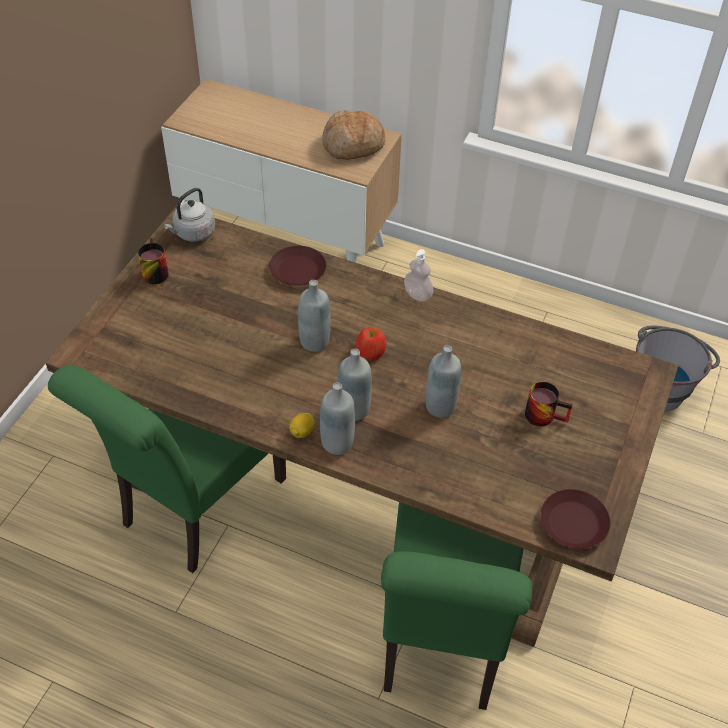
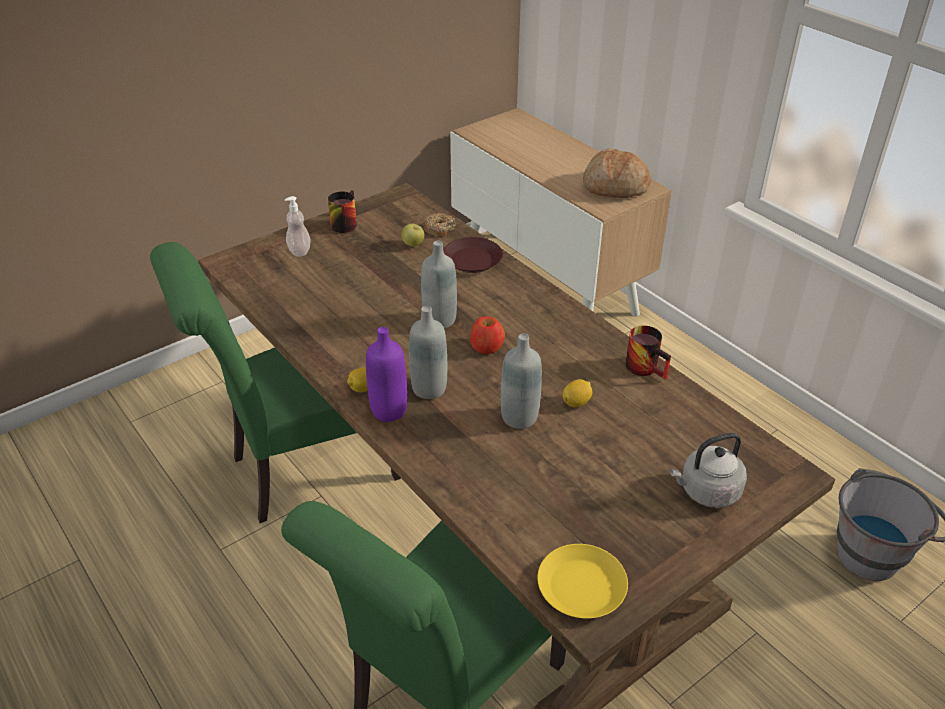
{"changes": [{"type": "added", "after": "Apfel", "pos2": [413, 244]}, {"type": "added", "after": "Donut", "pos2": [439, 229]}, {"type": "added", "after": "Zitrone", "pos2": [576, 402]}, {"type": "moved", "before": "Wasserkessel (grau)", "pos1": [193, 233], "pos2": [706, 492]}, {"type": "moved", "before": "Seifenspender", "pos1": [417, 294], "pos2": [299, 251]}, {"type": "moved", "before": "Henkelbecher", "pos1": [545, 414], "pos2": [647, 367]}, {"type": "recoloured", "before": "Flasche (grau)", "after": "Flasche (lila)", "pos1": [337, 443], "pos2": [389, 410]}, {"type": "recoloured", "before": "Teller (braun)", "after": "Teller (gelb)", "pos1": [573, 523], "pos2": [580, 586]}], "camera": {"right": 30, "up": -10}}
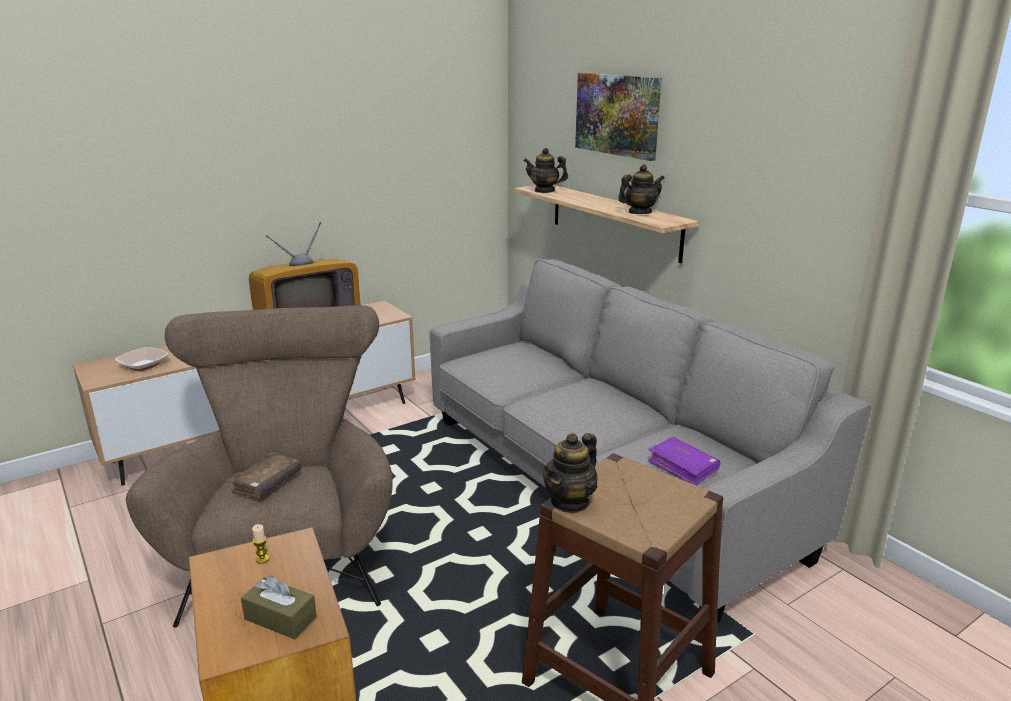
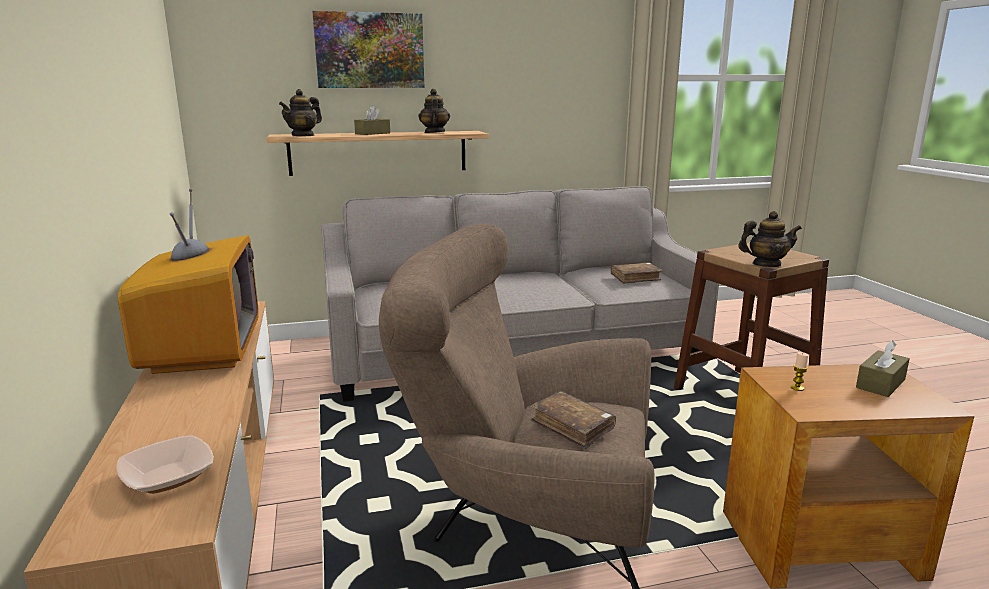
{"changes": [{"type": "added", "after": "Taschentuchbox (braun)", "pos2": [372, 133]}, {"type": "recoloured", "before": "Buch (lila)", "after": "Buch (braun)", "pos1": [683, 468], "pos2": [635, 278]}, {"type": "turned", "before": "Teekanne", "pos1": [570, 501], "pos2": [766, 265], "turn": -60}], "camera": {"right": -70, "up": -5}}
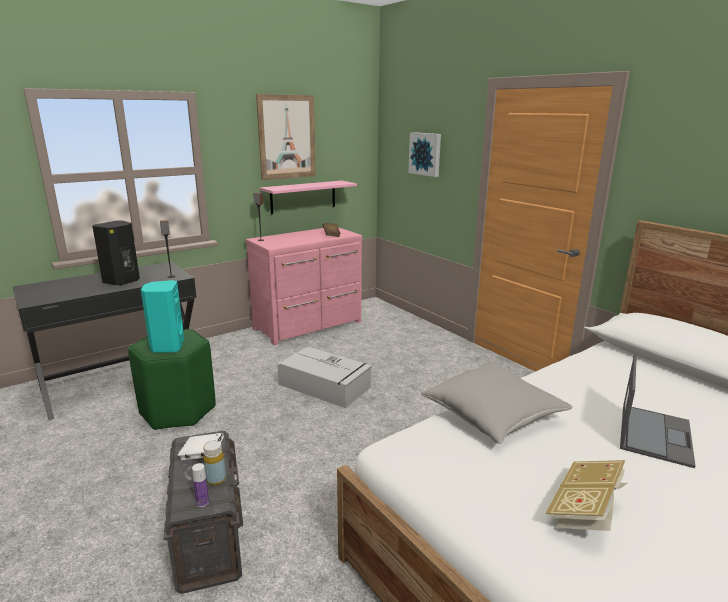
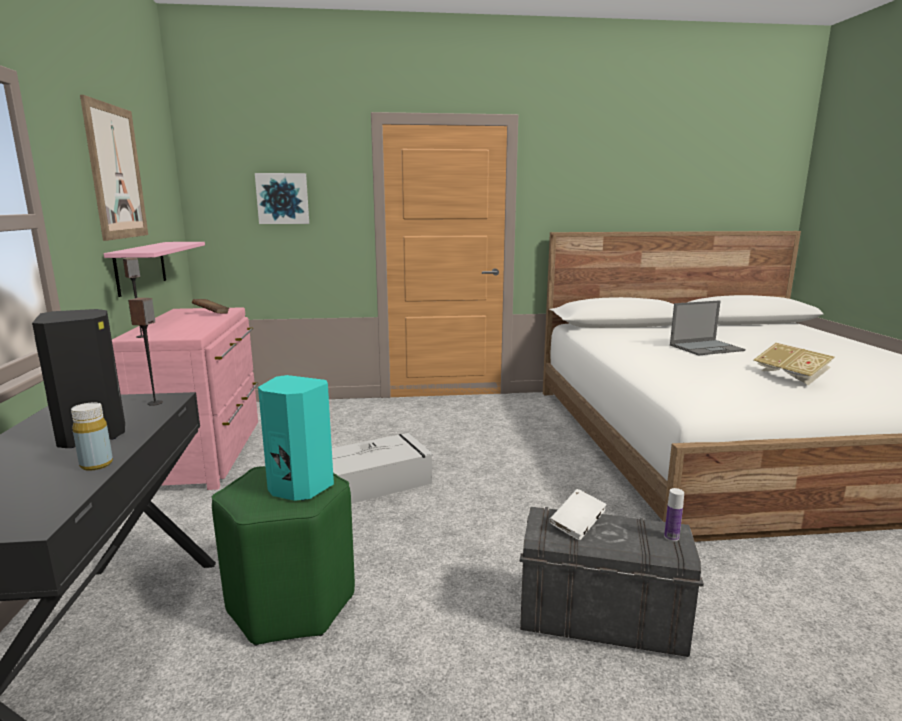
{"changes": [{"type": "removed", "before": "Kissen (grau)", "pos1": [493, 415]}, {"type": "moved", "before": "Flasche (gelb)", "pos1": [216, 479], "pos2": [96, 465]}, {"type": "turned", "before": "Laptop", "pos1": [654, 434], "pos2": [707, 348], "turn": 105}], "camera": {"right": -60, "up": -5}}
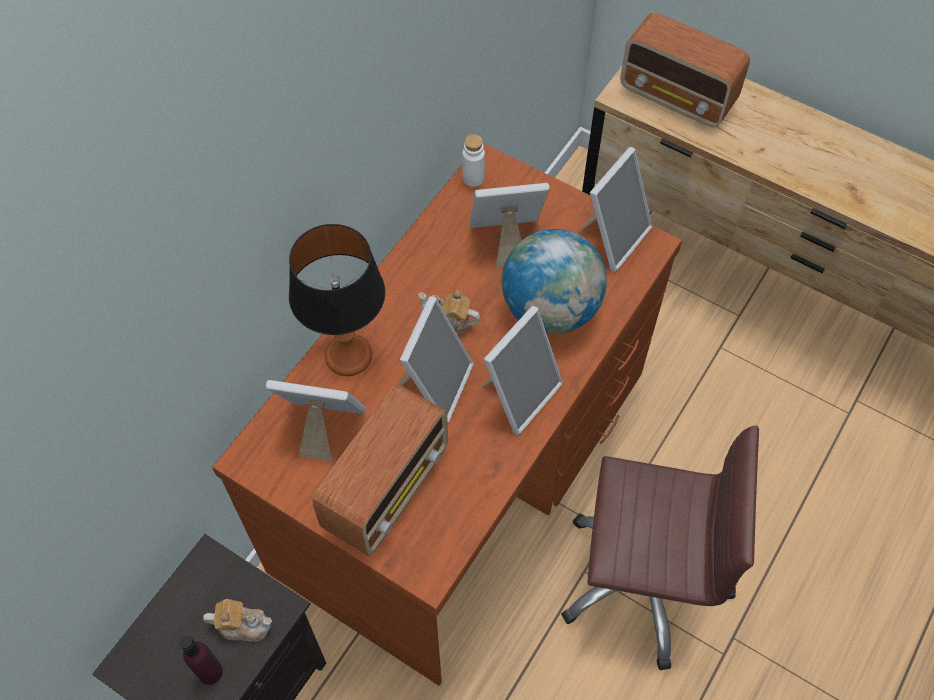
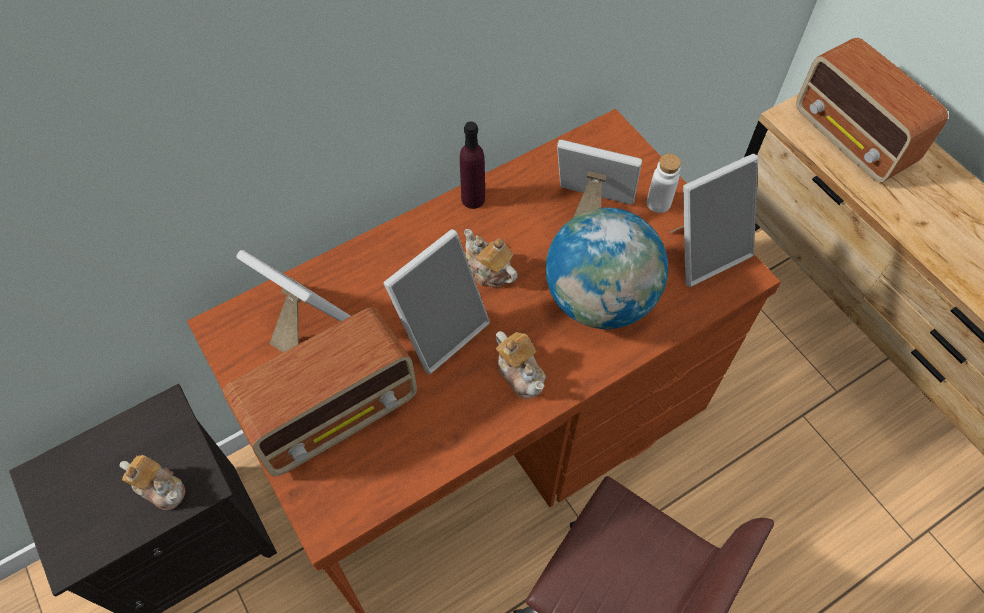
{"changes": [{"type": "removed", "before": "Tischlampe", "pos1": [349, 356]}, {"type": "moved", "before": "Flasche (lila)", "pos1": [210, 672], "pos2": [473, 199]}, {"type": "moved", "before": "Flasche (weiß)", "pos1": [473, 178], "pos2": [658, 203]}, {"type": "replaced", "before": "Bilderrahmen", "after": "Teekanne", "pos1": [518, 393], "pos2": [520, 373]}], "camera": {"right": 25, "up": 0}}
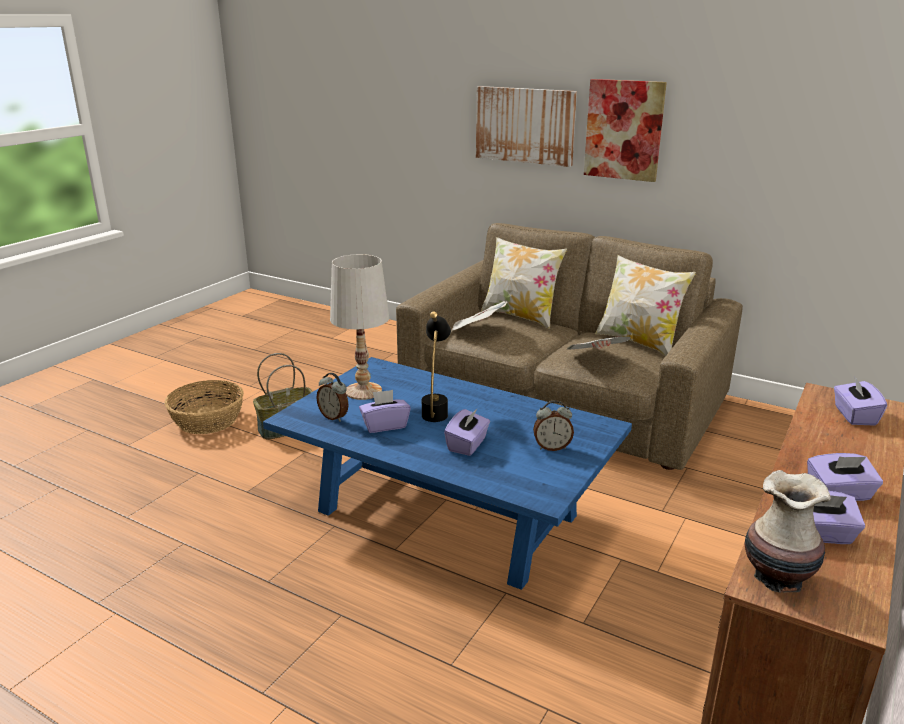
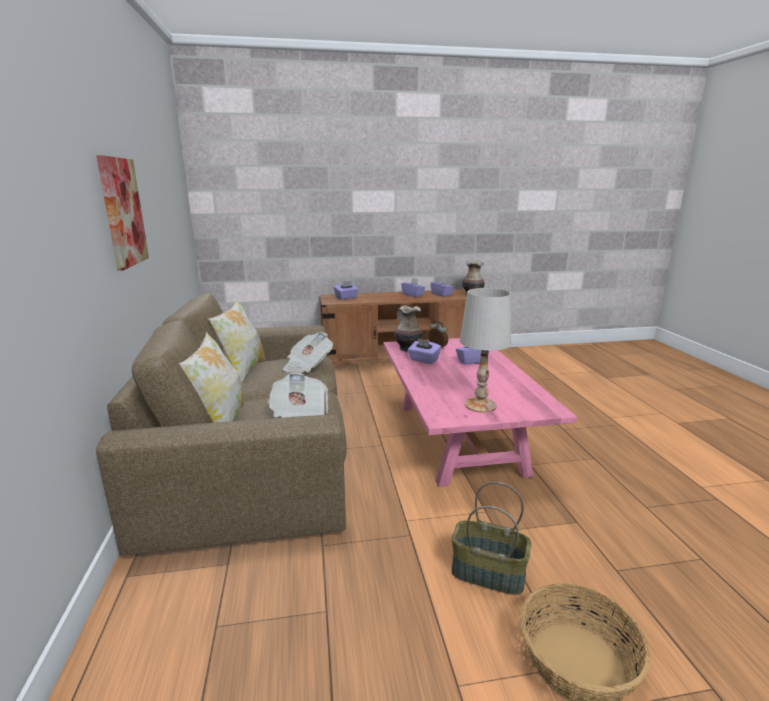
{"changes": [{"type": "removed", "before": "Wecker", "pos1": [334, 417]}, {"type": "removed", "before": "Tischlampe (schwarz)", "pos1": [436, 409]}, {"type": "removed", "before": "Bild", "pos1": [525, 125]}, {"type": "added", "after": "Vase", "pos2": [407, 348]}, {"type": "moved", "before": "Taschentuchbox (lila)", "pos1": [385, 425], "pos2": [423, 360]}, {"type": "recoloured", "before": "Couchtisch (blau)", "after": "Couchtisch (rosa)", "pos1": [447, 513], "pos2": [458, 437]}], "camera": {"right": -130, "up": -5}}
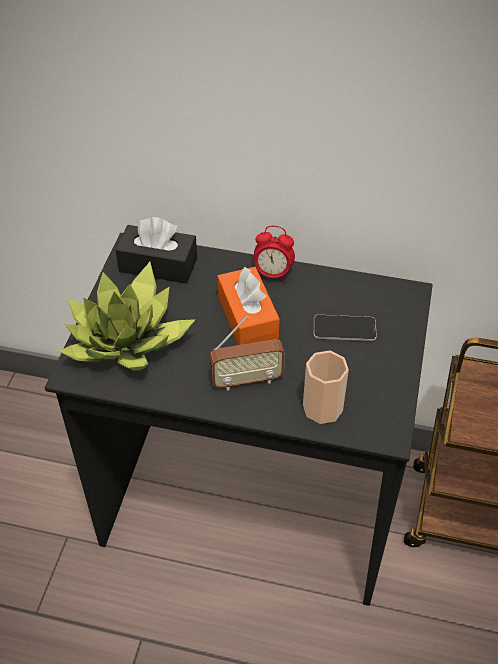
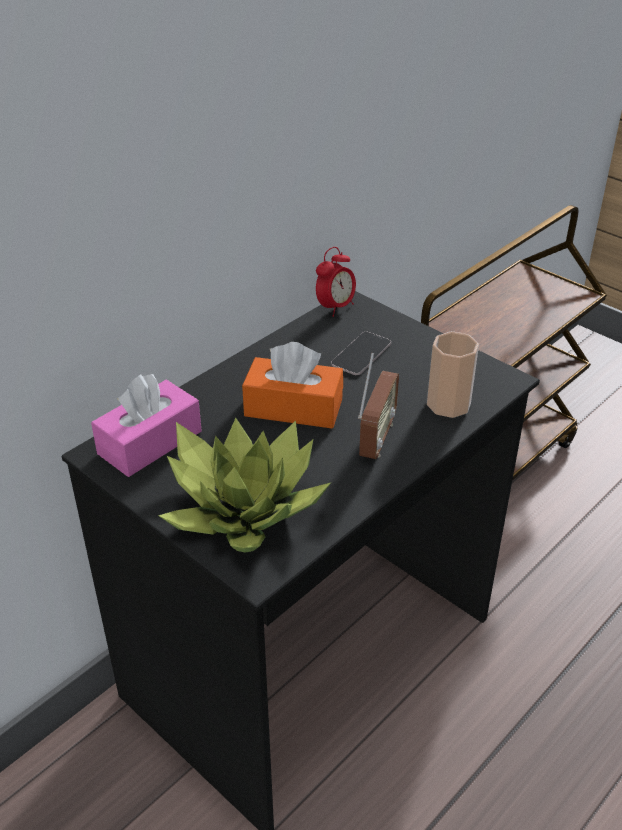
{"changes": [{"type": "moved", "before": "Wecker", "pos1": [273, 274], "pos2": [335, 307]}, {"type": "recoloured", "before": "Taschentuchbox (schwarz)", "after": "Taschentuchbox (rosa)", "pos1": [158, 265], "pos2": [150, 442]}], "camera": {"right": -60, "up": -10}}
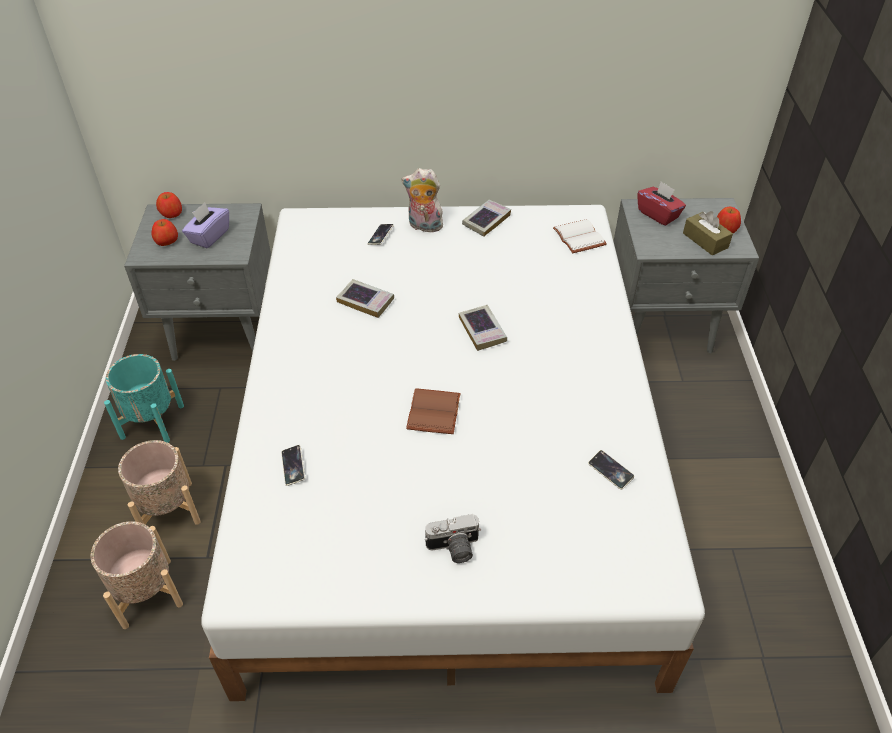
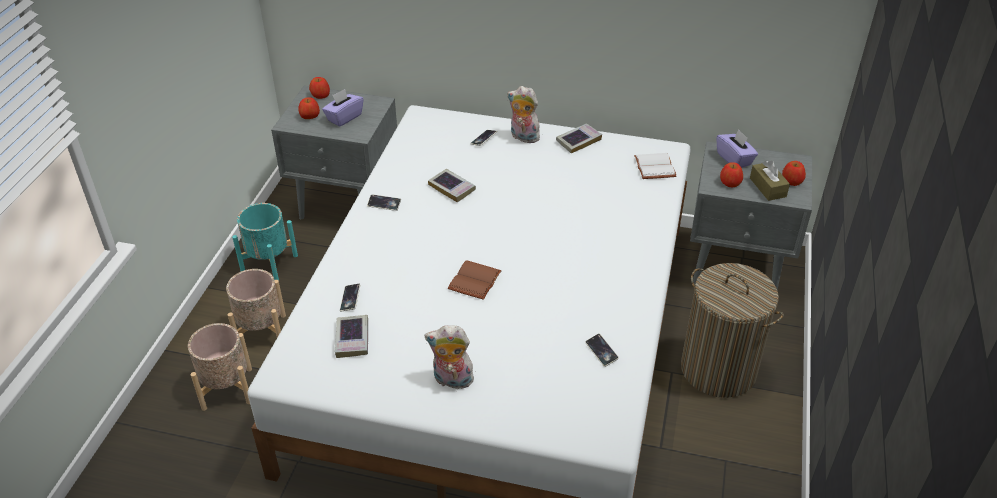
{"changes": [{"type": "added", "after": "Handy", "pos2": [384, 204]}, {"type": "added", "after": "Wäschekorb", "pos2": [718, 369]}, {"type": "added", "after": "Apfel", "pos2": [730, 182]}, {"type": "moved", "before": "Buch", "pos1": [482, 330], "pos2": [352, 339]}, {"type": "replaced", "before": "Kamera", "after": "Plüschtier", "pos1": [454, 549], "pos2": [451, 381]}, {"type": "recoloured", "before": "Taschentuchbox (rot)", "after": "Taschentuchbox (lila)", "pos1": [658, 214], "pos2": [734, 159]}], "camera": {"right": 15, "up": -5}}
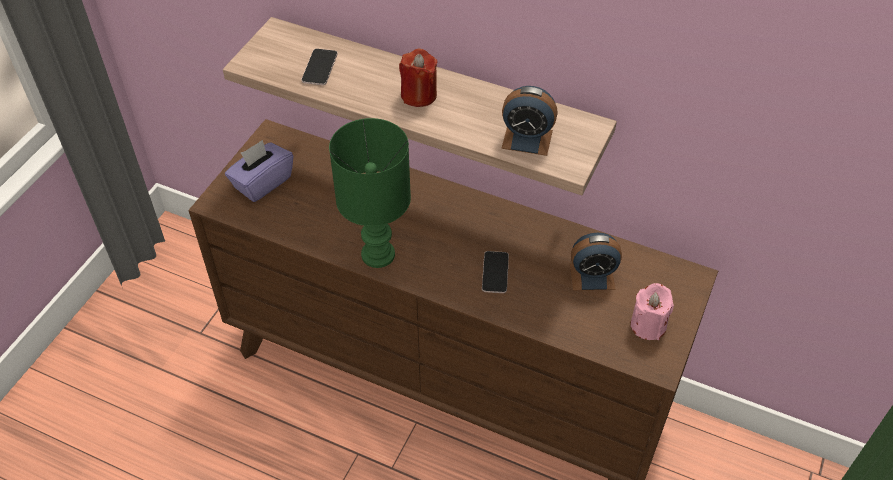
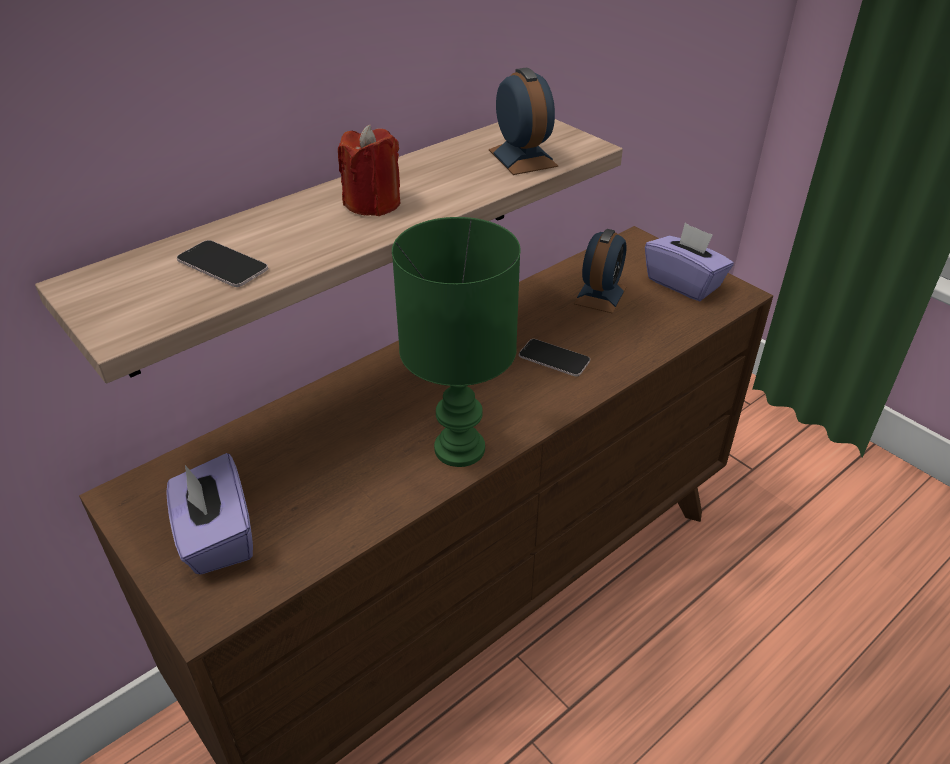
{"changes": [{"type": "replaced", "before": "Kerze (rosa)", "after": "Taschentuchbox (lila)", "pos1": [648, 325], "pos2": [684, 283]}, {"type": "turned", "before": "Wecker", "pos1": [527, 139], "pos2": [522, 158], "turn": -60}], "camera": {"right": -65, "up": -10}}
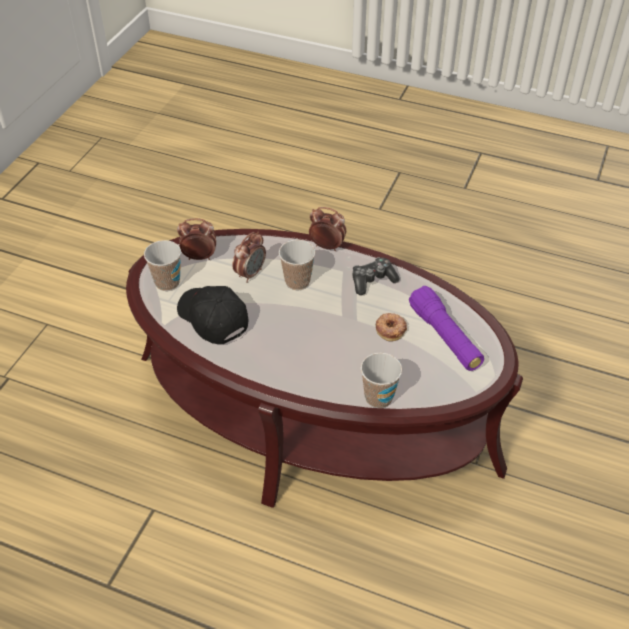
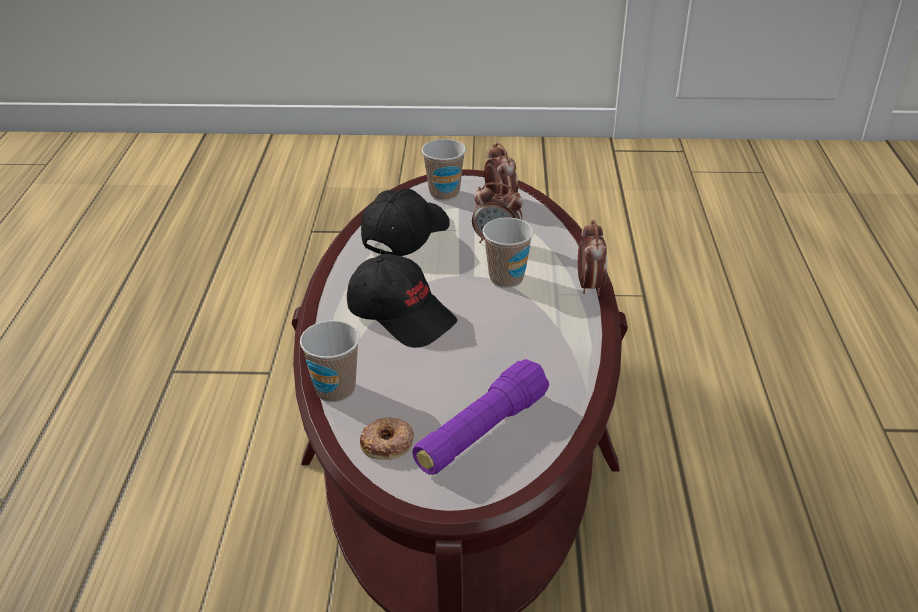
{"changes": [{"type": "removed", "before": "Gamepad", "pos1": [372, 280]}, {"type": "added", "after": "Kappe (schwarz)", "pos2": [402, 315]}, {"type": "moved", "before": "Donut", "pos1": [390, 329], "pos2": [387, 443]}], "camera": {"right": 70, "up": -10}}
